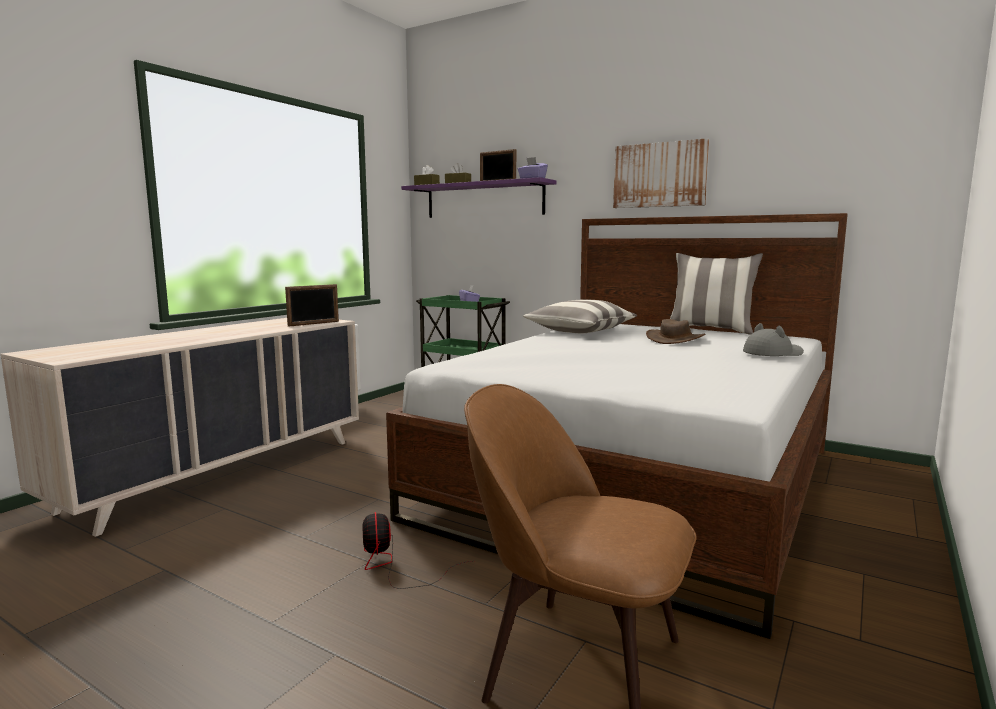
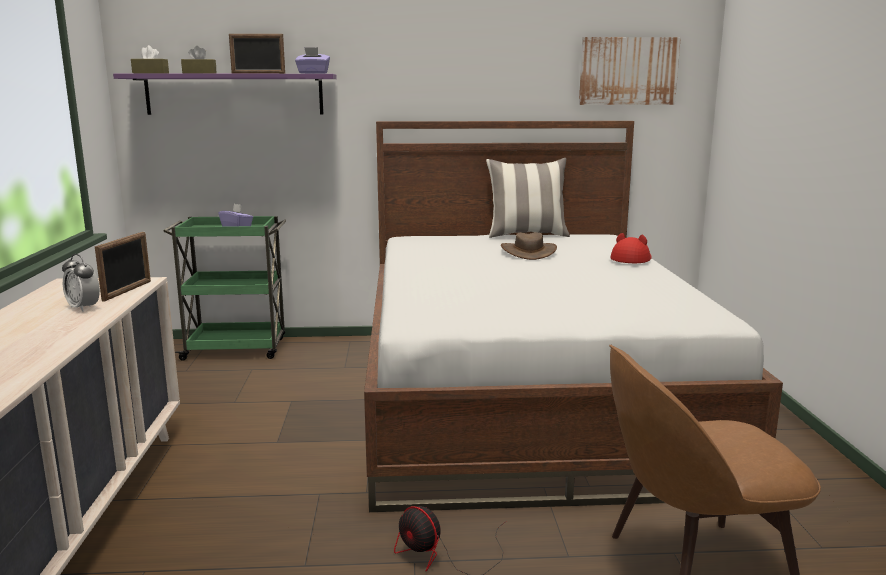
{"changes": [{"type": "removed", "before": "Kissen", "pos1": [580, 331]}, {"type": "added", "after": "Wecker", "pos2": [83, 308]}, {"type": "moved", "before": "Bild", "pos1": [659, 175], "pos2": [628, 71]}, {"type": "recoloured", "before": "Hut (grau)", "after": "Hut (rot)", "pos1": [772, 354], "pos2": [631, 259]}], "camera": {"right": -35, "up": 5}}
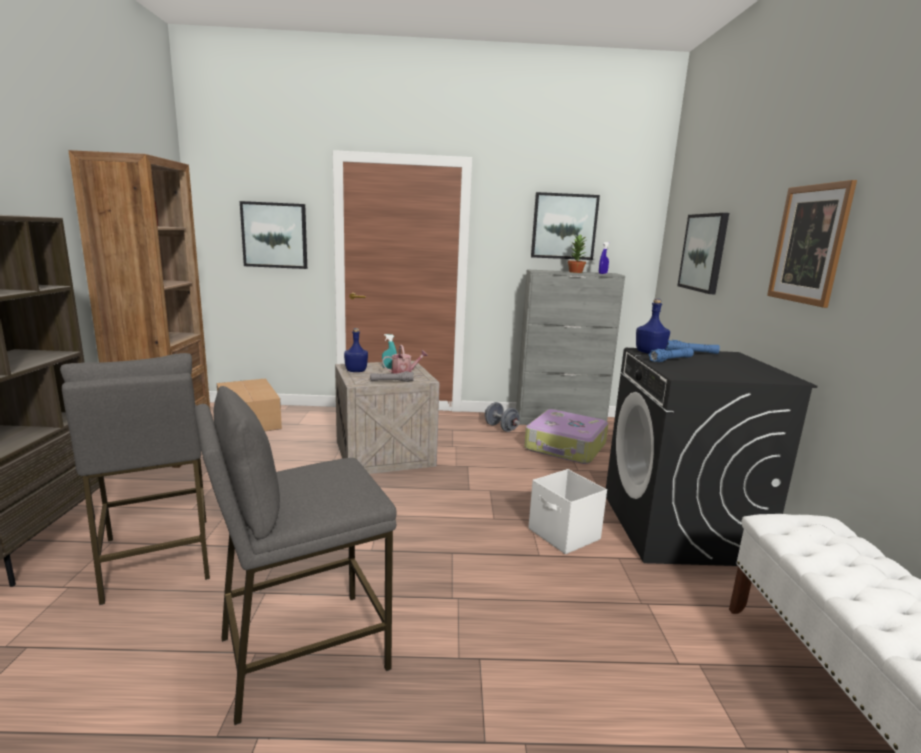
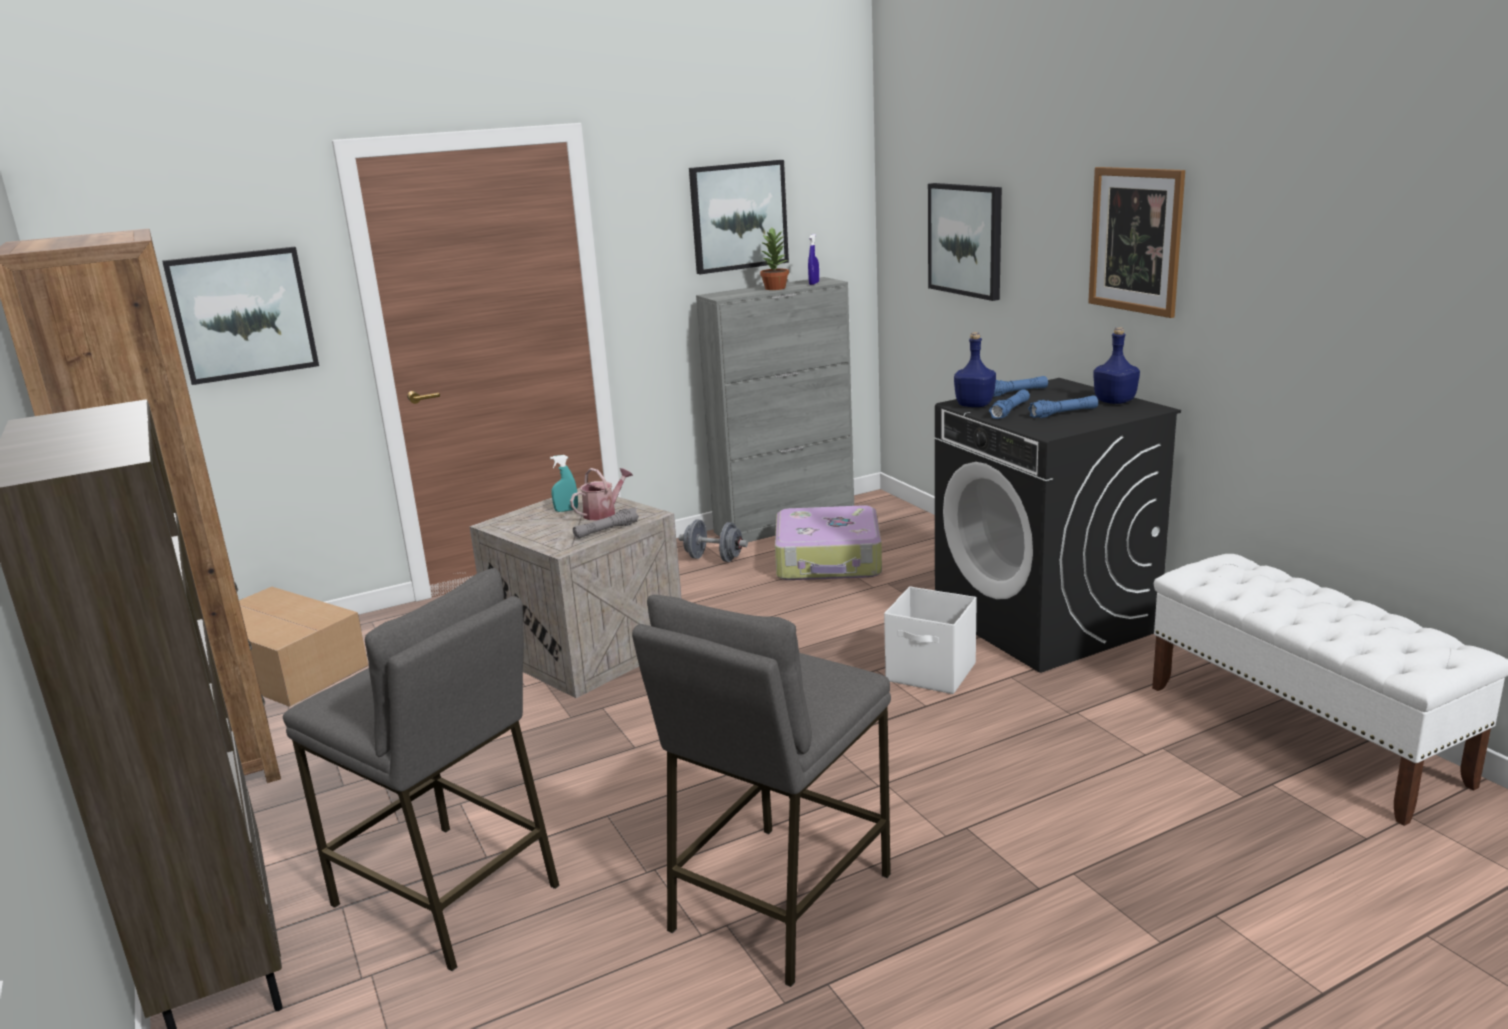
{"changes": [{"type": "added", "after": "Taschenlampe (blau)", "pos2": [1063, 413]}, {"type": "moved", "before": "Flasche (blau)", "pos1": [356, 371], "pos2": [1115, 401]}], "camera": {"right": -25, "up": 5}}
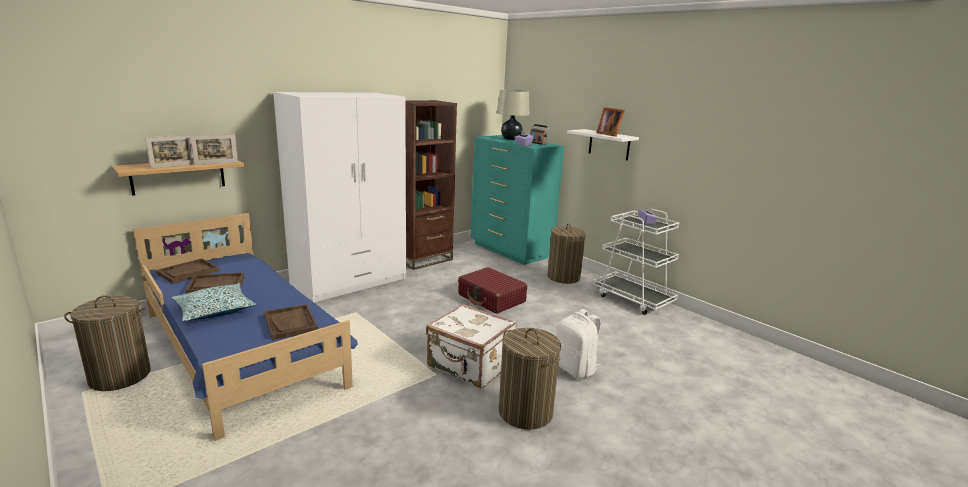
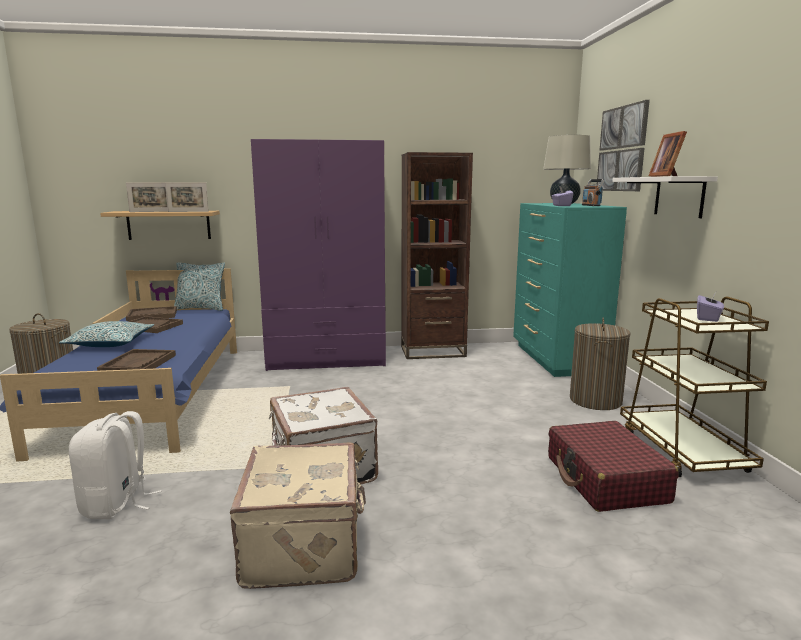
{"changes": [{"type": "added", "after": "Kissen", "pos2": [201, 308]}, {"type": "added", "after": "Bild", "pos2": [622, 149]}, {"type": "moved", "before": "Koffer (rot)", "pos1": [491, 298], "pos2": [605, 479]}, {"type": "moved", "before": "Rucksack (weiß)", "pos1": [575, 369], "pos2": [117, 504]}, {"type": "replaced", "before": "Wäschekorb", "after": "Koffer (beige)", "pos1": [525, 412], "pos2": [305, 545]}, {"type": "recoloured", "before": "Kleiderschrank (weiß)", "after": "Kleiderschrank (lila)", "pos1": [350, 281], "pos2": [327, 358]}, {"type": "recoloured", "before": "Rollwagen (weiß)", "after": "Rollwagen (braun)", "pos1": [632, 299], "pos2": [682, 451]}], "camera": {"right": 35, "up": -5}}
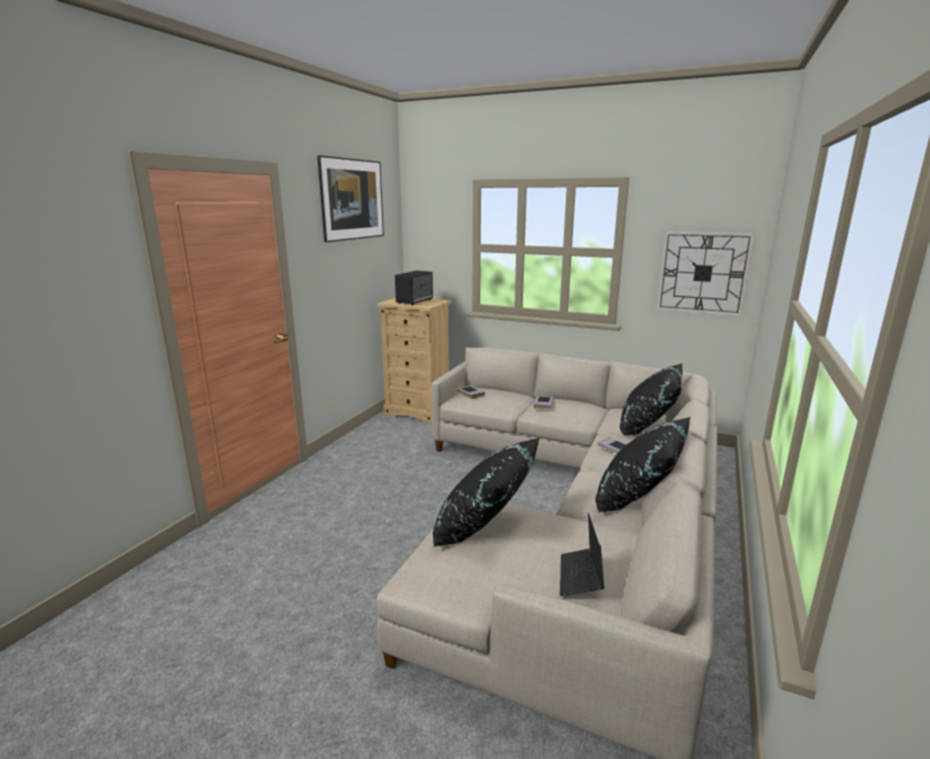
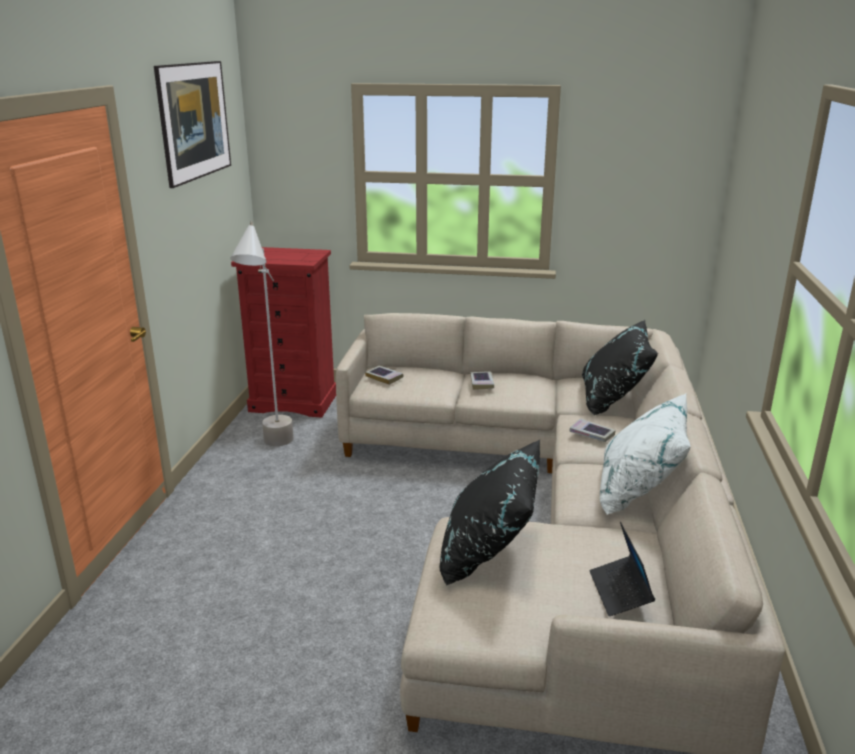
{"changes": [{"type": "removed", "before": "Lautsprecher", "pos1": [414, 301]}, {"type": "removed", "before": "Wanduhr", "pos1": [703, 273]}, {"type": "added", "after": "Stehlampe (grau)", "pos2": [274, 451]}, {"type": "recoloured", "before": "Kommode (beige)", "after": "Kommode (rot)", "pos1": [418, 411], "pos2": [294, 402]}, {"type": "recoloured", "before": "Kissen (schwarz)", "after": "Kissen (weiß)", "pos1": [638, 498], "pos2": [638, 491]}], "camera": {"right": -15, "up": 5}}
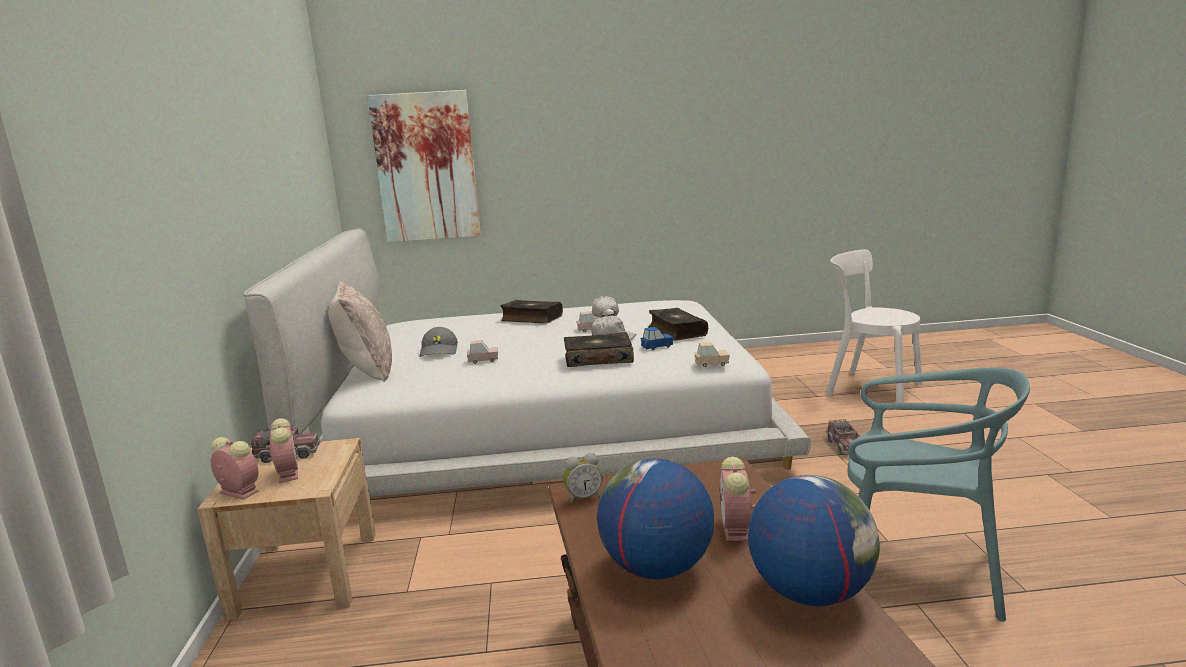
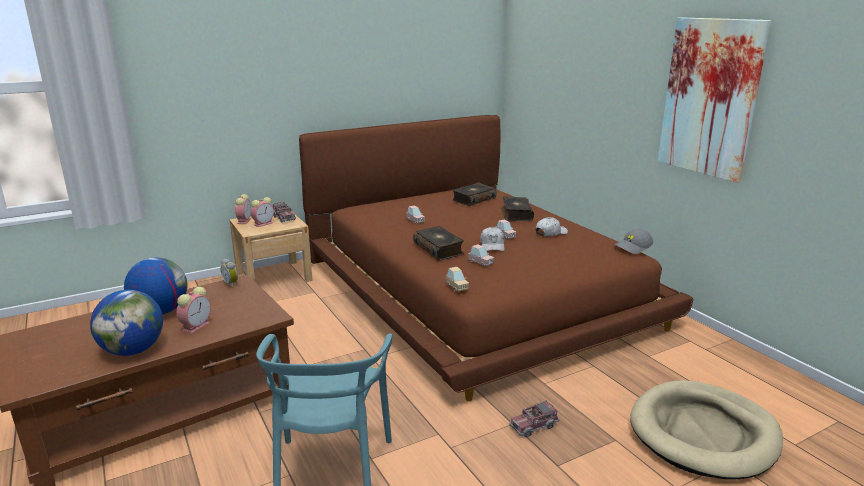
{"changes": [{"type": "removed", "before": "Kissen (beige)", "pos1": [366, 370]}, {"type": "moved", "before": "Bild", "pos1": [426, 167], "pos2": [710, 98]}, {"type": "moved", "before": "Kappe (grau)", "pos1": [440, 351], "pos2": [633, 247]}, {"type": "moved", "before": "Buch", "pos1": [676, 332], "pos2": [473, 200]}, {"type": "replaced", "before": "Stuhl (weiß)", "after": "Hundebett (beige)", "pos1": [869, 388], "pos2": [703, 433]}, {"type": "recoloured", "before": "Bett (weiß)", "after": "Bett (braun)", "pos1": [544, 424], "pos2": [474, 289]}, {"type": "recoloured", "before": "Spielzeugauto (blau)", "after": "Spielzeugauto (rosa)", "pos1": [657, 347], "pos2": [480, 262]}, {"type": "turned", "before": "Wecker", "pos1": [736, 530], "pos2": [196, 326], "turn": 135}], "camera": {"right": 65, "up": 5}}
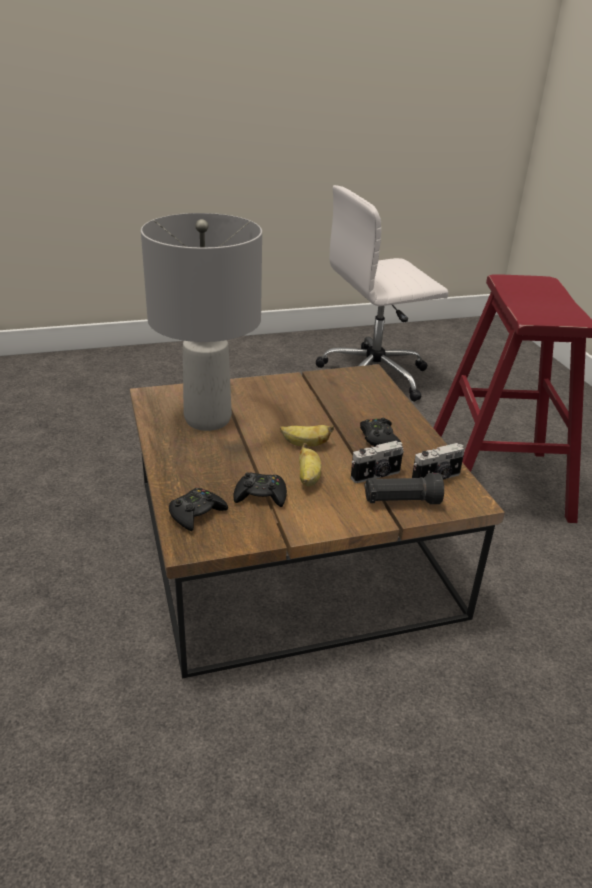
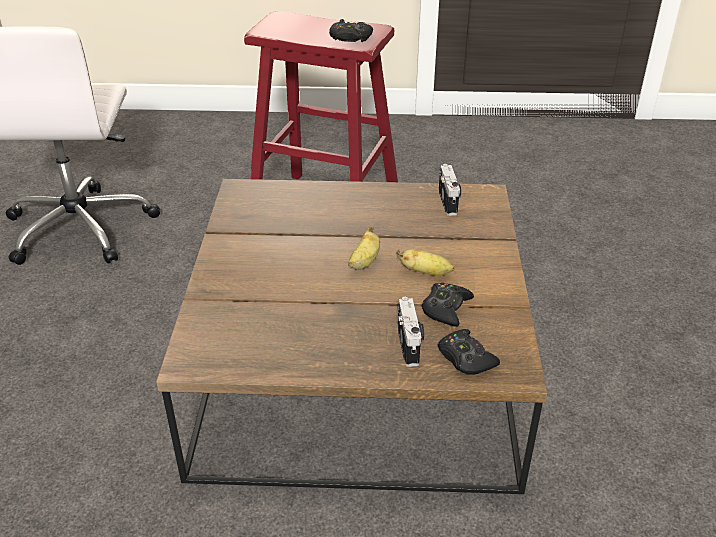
{"changes": [{"type": "removed", "before": "Tischlampe (grau)", "pos1": [207, 419]}, {"type": "removed", "before": "Taschenlampe (schwarz)", "pos1": [401, 501]}, {"type": "moved", "before": "Kamera", "pos1": [376, 476], "pos2": [410, 344]}, {"type": "moved", "before": "Gamepad (schwarz)", "pos1": [379, 438], "pos2": [350, 38]}], "camera": {"right": -70, "up": 5}}
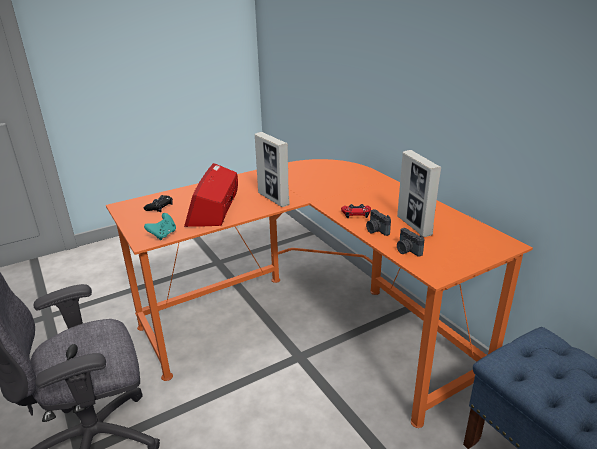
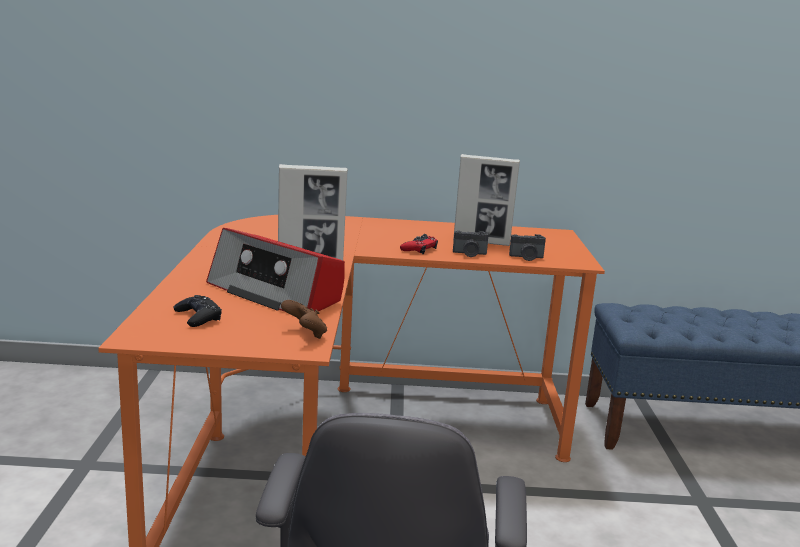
{"changes": [{"type": "recoloured", "before": "Gamepad (türkis)", "after": "Gamepad (braun)", "pos1": [163, 235], "pos2": [305, 334]}], "camera": {"right": -60, "up": -10}}
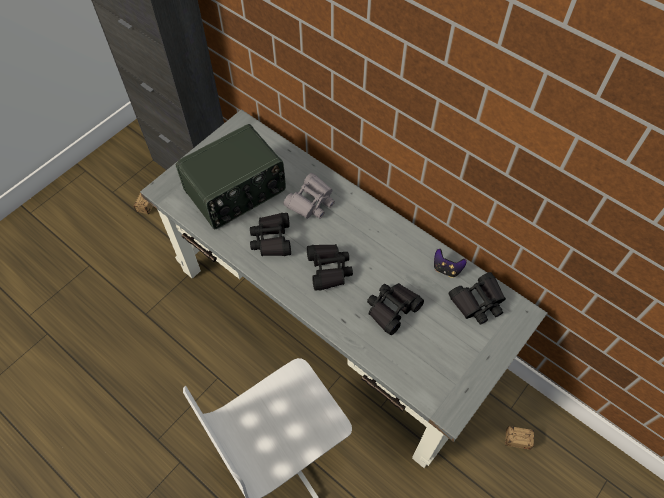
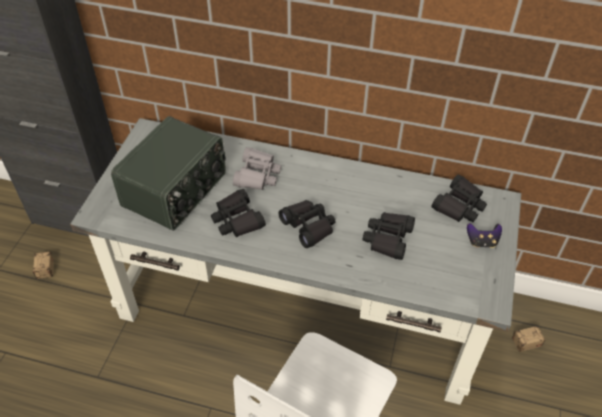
{"changes": [{"type": "moved", "before": "Gamepad", "pos1": [446, 269], "pos2": [482, 242]}], "camera": {"right": -25, "up": -10}}
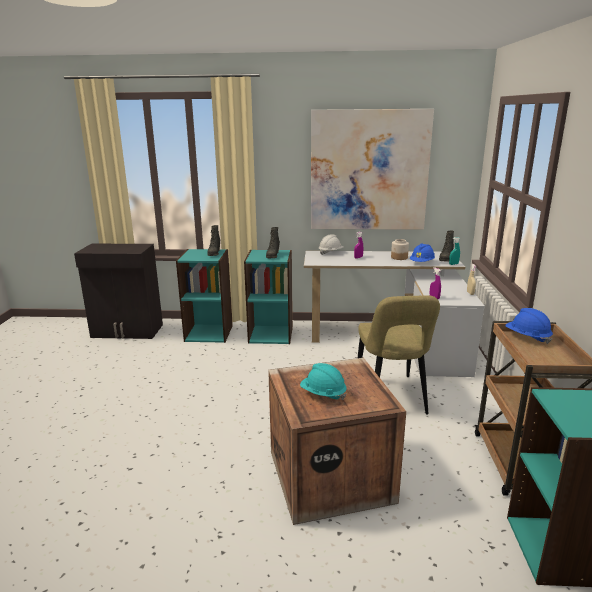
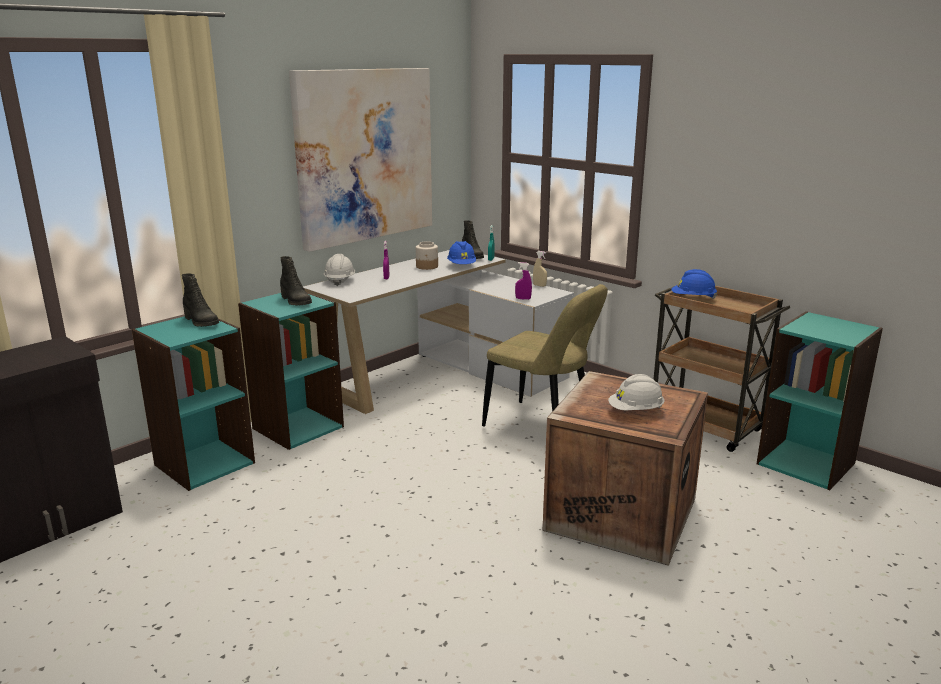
{"changes": [{"type": "recoloured", "before": "Schutzhelm (türkis)", "after": "Schutzhelm (weiß)", "pos1": [323, 394], "pos2": [635, 411]}], "camera": {"right": -50, "up": 0}}
